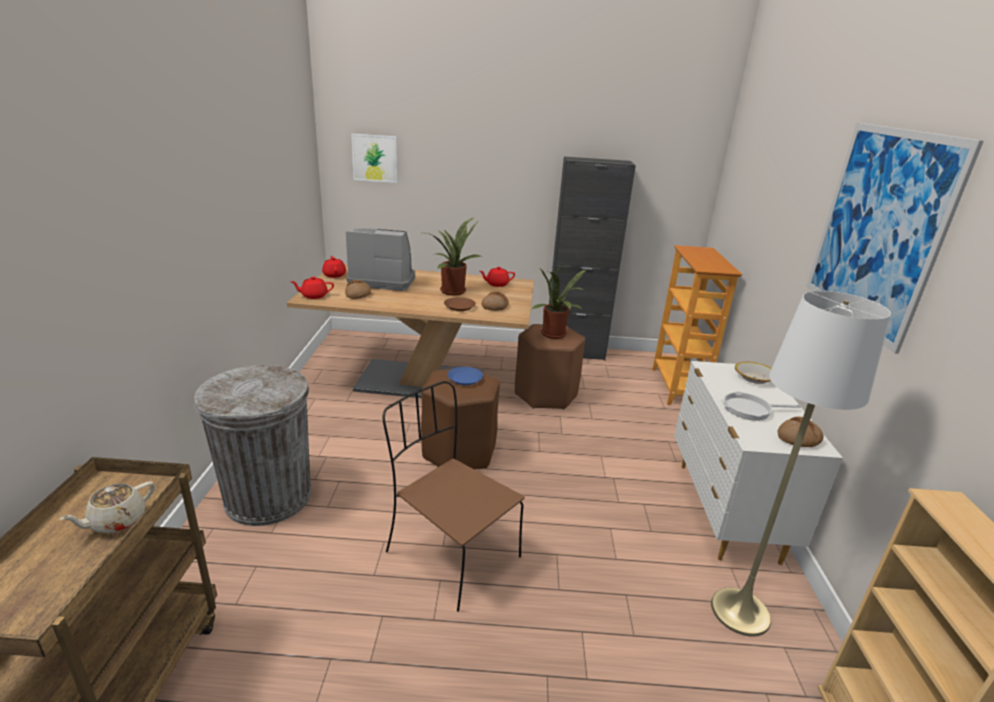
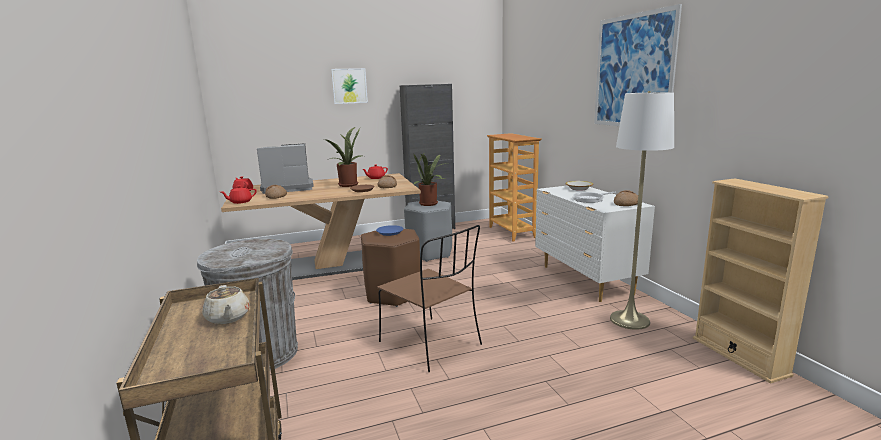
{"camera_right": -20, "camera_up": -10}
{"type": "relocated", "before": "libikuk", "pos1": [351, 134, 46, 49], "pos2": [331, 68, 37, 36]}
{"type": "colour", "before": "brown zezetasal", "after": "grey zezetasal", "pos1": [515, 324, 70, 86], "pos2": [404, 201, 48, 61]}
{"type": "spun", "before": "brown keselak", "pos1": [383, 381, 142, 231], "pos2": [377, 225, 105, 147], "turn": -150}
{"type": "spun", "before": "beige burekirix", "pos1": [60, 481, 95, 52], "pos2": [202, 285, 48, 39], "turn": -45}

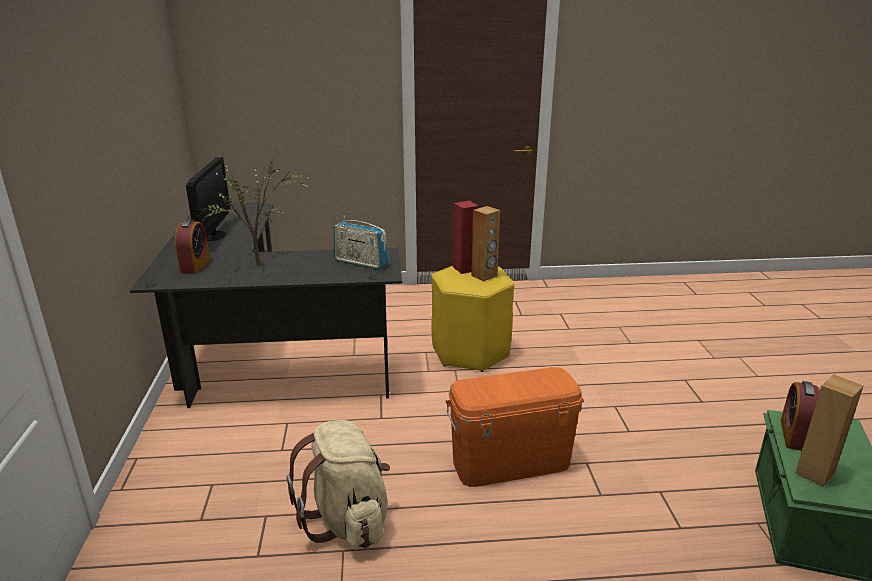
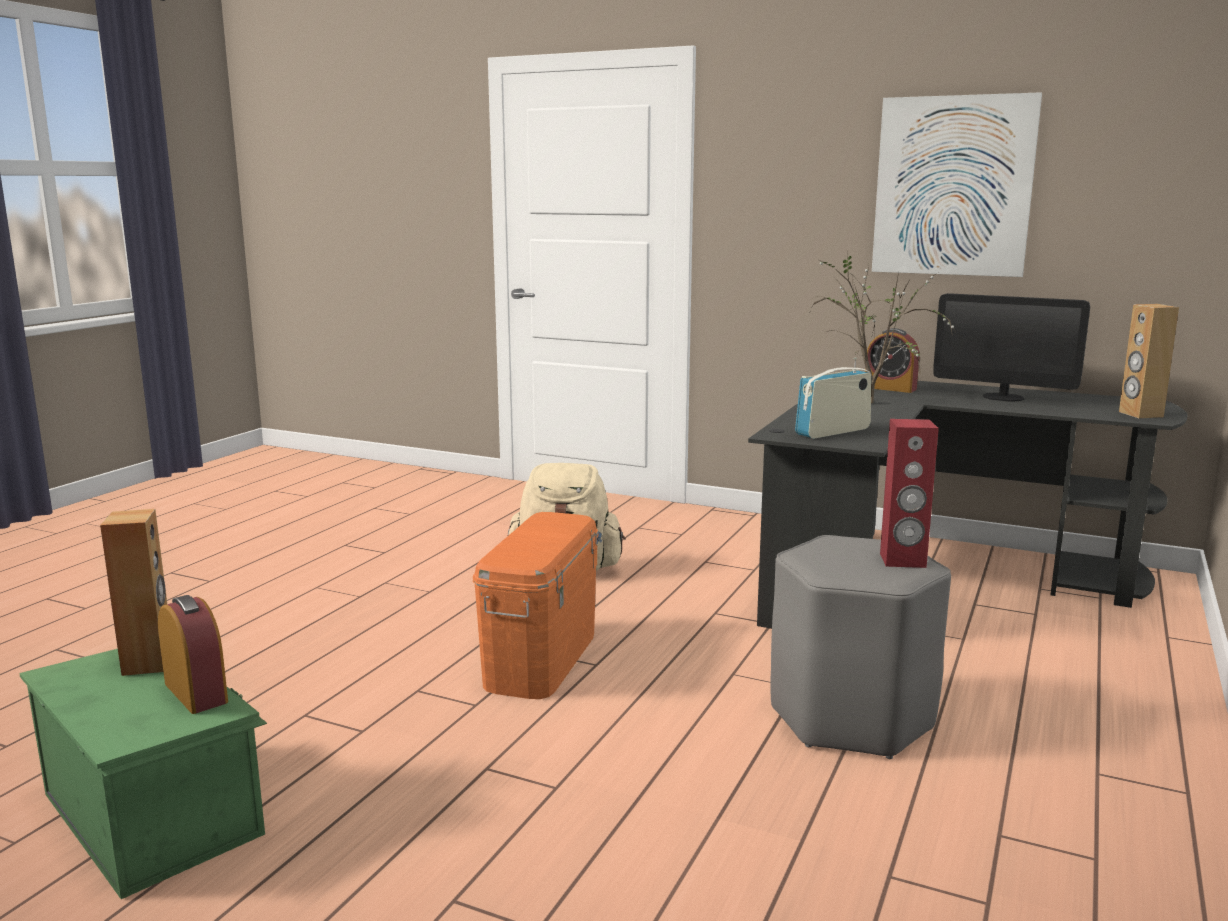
{"camera_right": 120, "camera_up": -10}
{"type": "relocated", "before": "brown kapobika", "pos1": [471, 206, 29, 75], "pos2": [1119, 304, 60, 114]}
{"type": "colour", "before": "yellow zezetasal", "after": "grey zezetasal", "pos1": [431, 266, 83, 106], "pos2": [770, 535, 181, 224]}
{"type": "appeared", "after": "libikuk", "pos2": [872, 92, 170, 185]}

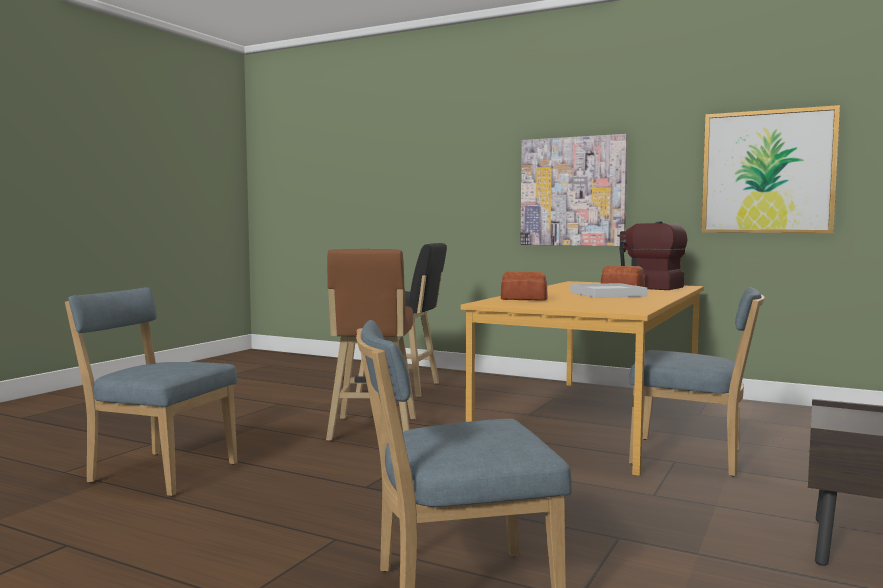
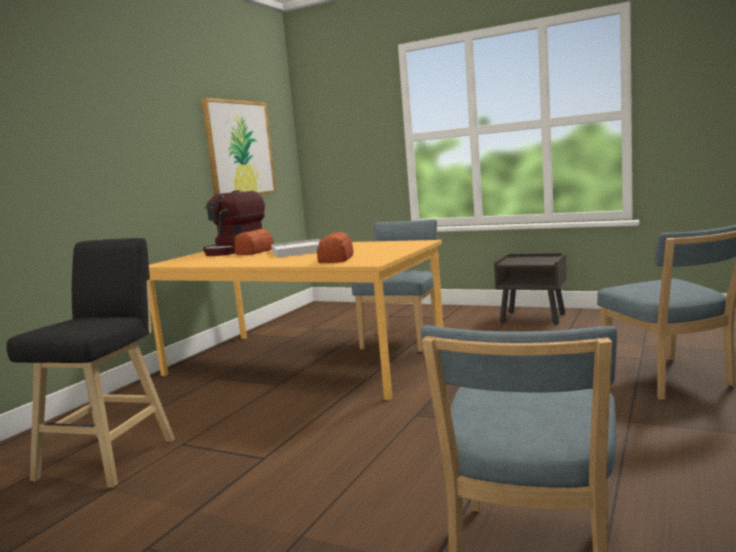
{"camera_right": -90, "camera_up": 5}
{"type": "missing", "before": "libikuk", "pos1": [520, 134, 108, 112]}
{"type": "missing", "before": "brown zezetasal", "pos1": [326, 249, 90, 192]}

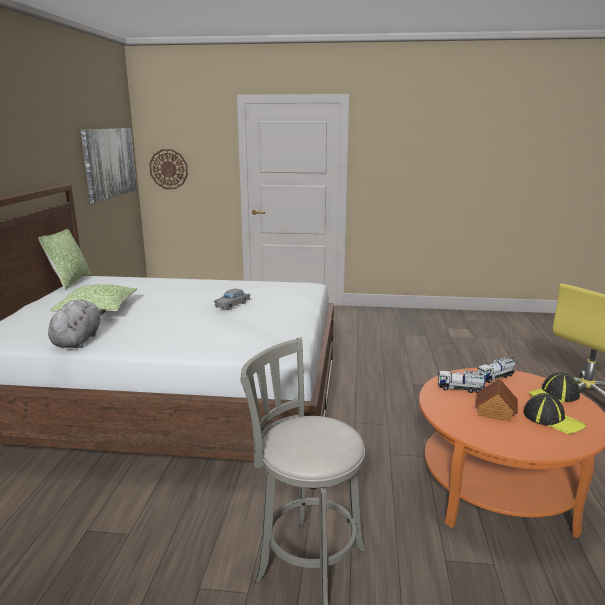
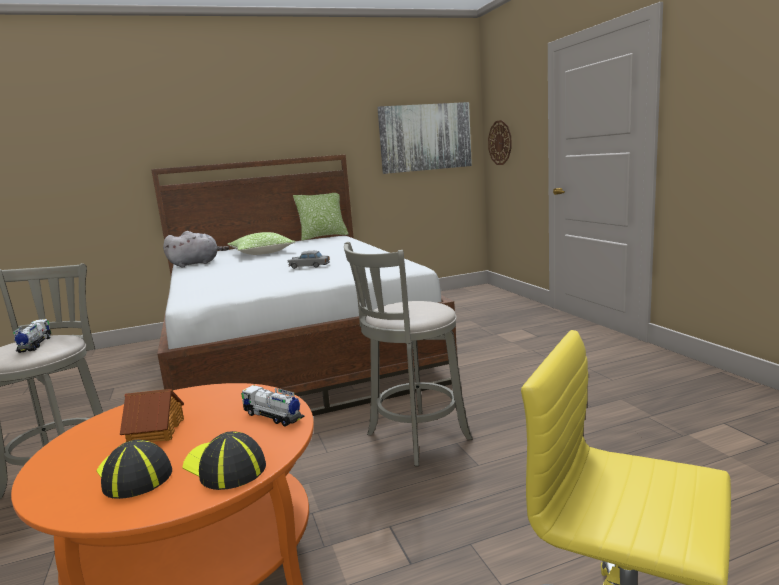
{"camera_right": 65, "camera_up": -5}
{"type": "relocated", "before": "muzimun", "pos1": [438, 371, 48, 22], "pos2": [13, 319, 38, 34]}
{"type": "spun", "before": "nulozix", "pos1": [523, 393, 63, 41], "pos2": [97, 440, 75, 59], "turn": 120}
{"type": "appeared", "after": "grey zezetasal", "pos2": [344, 242, 129, 224]}

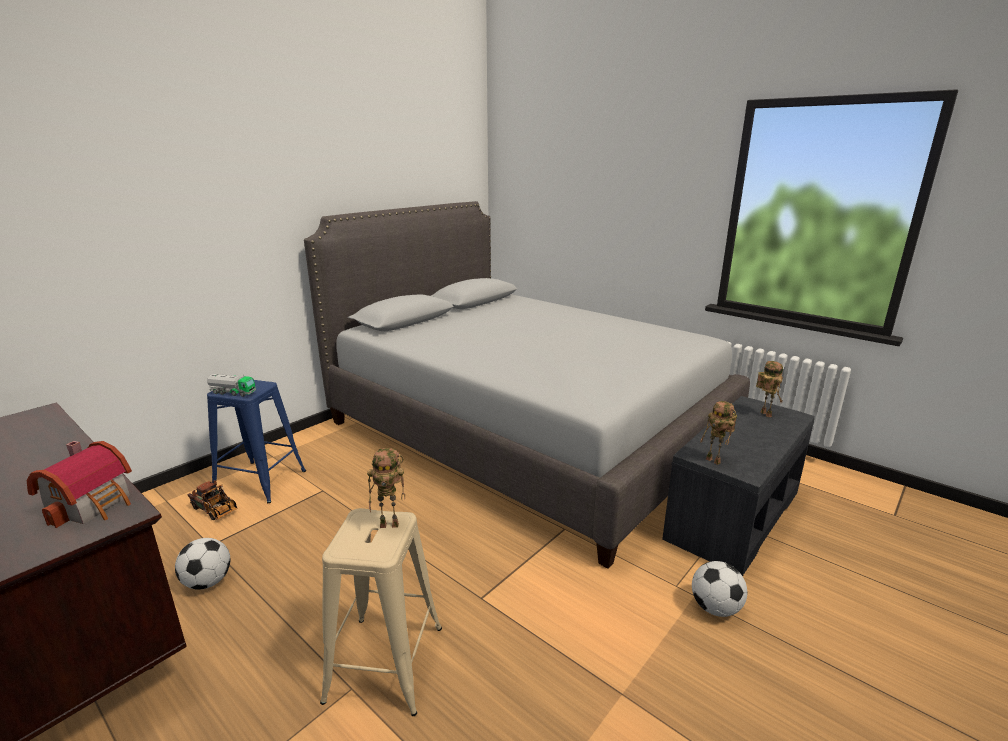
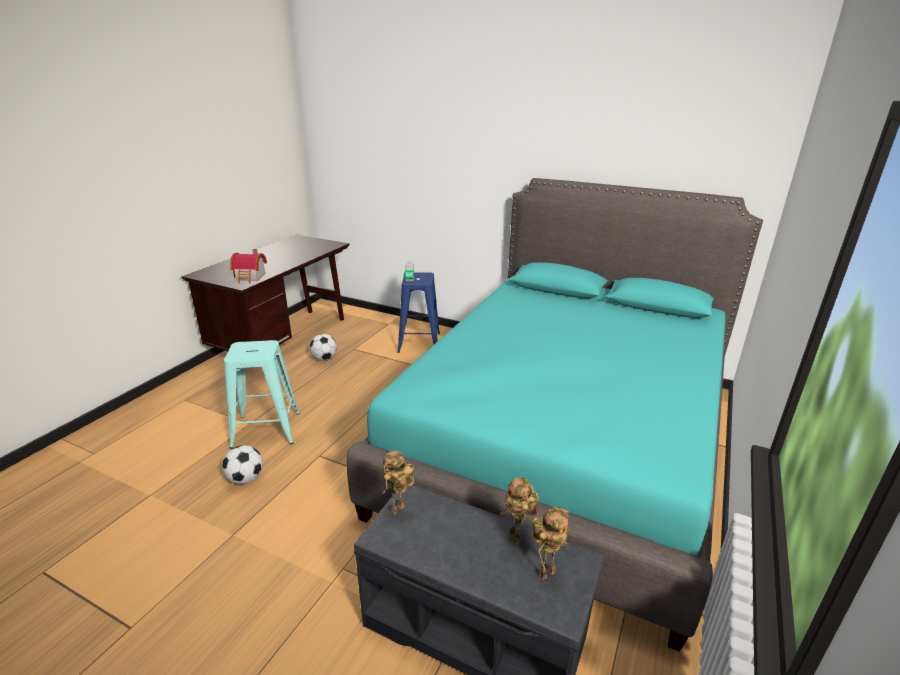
{"camera_right": 75, "camera_up": 5}
{"type": "colour", "before": "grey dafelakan", "after": "turquoise dafelakan", "pos1": [304, 201, 446, 367], "pos2": [346, 178, 417, 474]}
{"type": "relocated", "before": "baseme", "pos1": [367, 448, 38, 80], "pos2": [500, 477, 39, 68]}
{"type": "missing", "before": "muzimun", "pos1": [188, 480, 49, 40]}
{"type": "colour", "before": "beige zezetasal", "after": "turquoise zezetasal", "pos1": [320, 508, 122, 208], "pos2": [224, 340, 76, 109]}
{"type": "relocated", "before": "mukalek", "pos1": [692, 561, 56, 56], "pos2": [222, 445, 41, 39]}

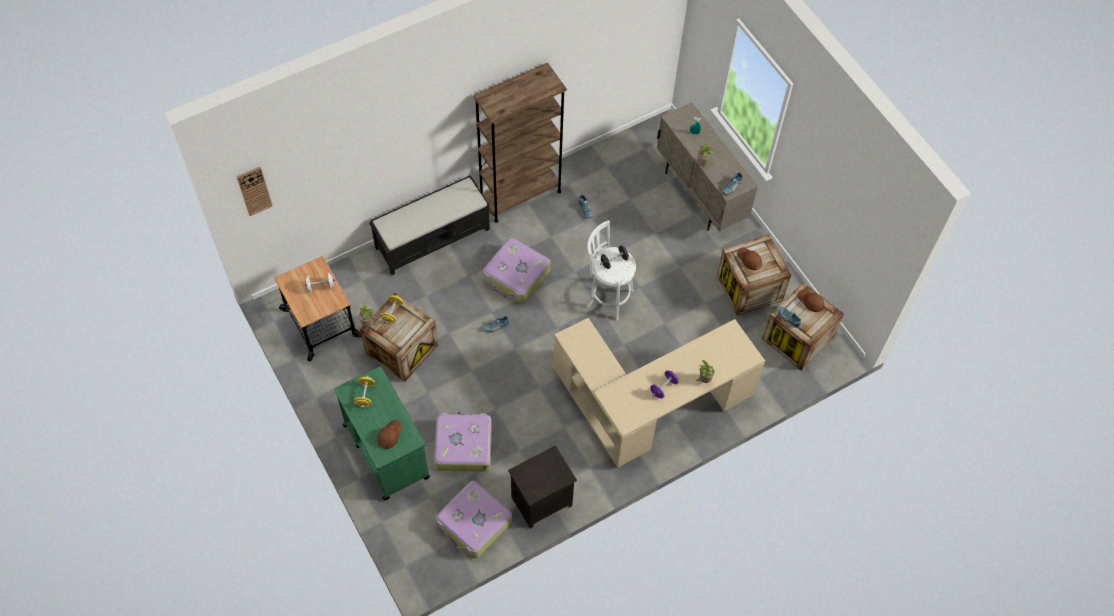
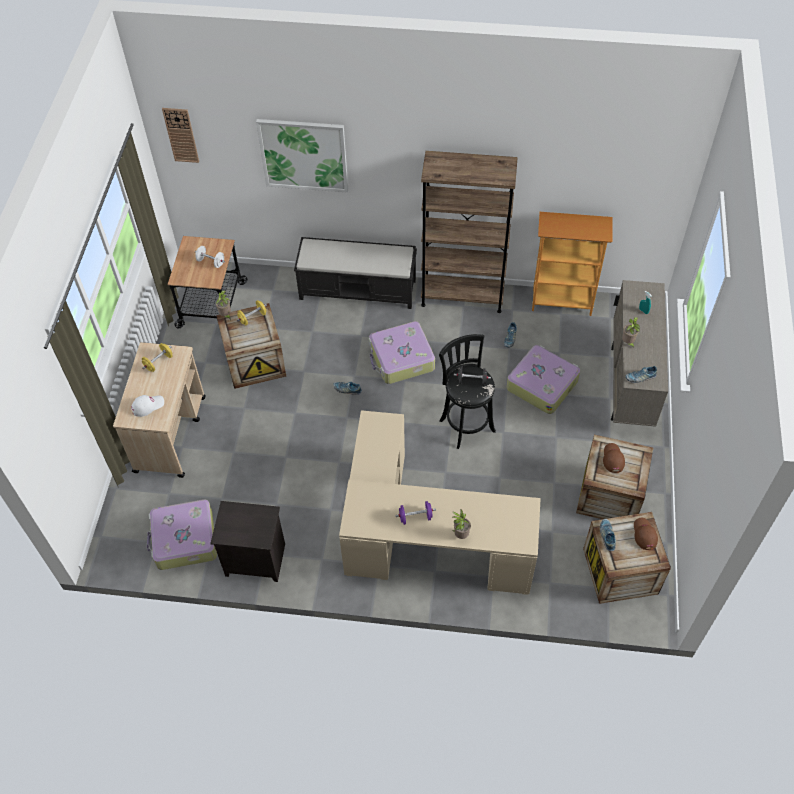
{"camera_right": 40, "camera_up": -5}
{"type": "colour", "before": "white zezetasal", "after": "black zezetasal", "pos1": [586, 220, 50, 101], "pos2": [439, 334, 57, 115]}
{"type": "colour", "before": "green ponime", "after": "beige ponime", "pos1": [334, 366, 96, 135], "pos2": [113, 342, 93, 136]}
{"type": "relocated", "before": "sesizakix", "pos1": [434, 412, 58, 59], "pos2": [506, 345, 74, 69]}
{"type": "colour", "before": "brown nulozix", "after": "white nulozix", "pos1": [378, 420, 24, 29], "pos2": [131, 395, 33, 22]}
{"type": "appeared", "after": "libikuk", "pos2": [256, 119, 92, 74]}
{"type": "appeared", "after": "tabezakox", "pos2": [532, 212, 81, 104]}

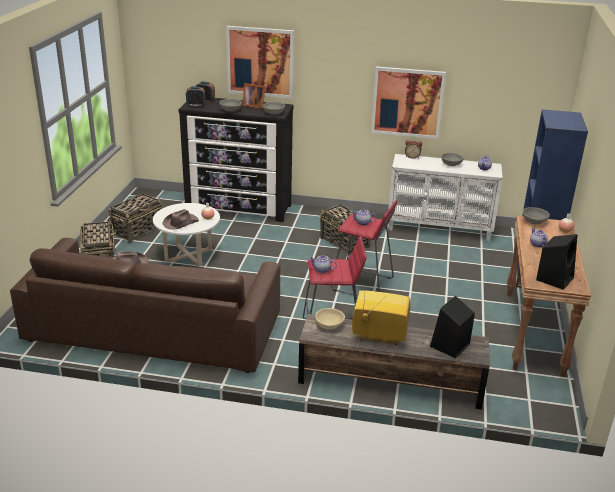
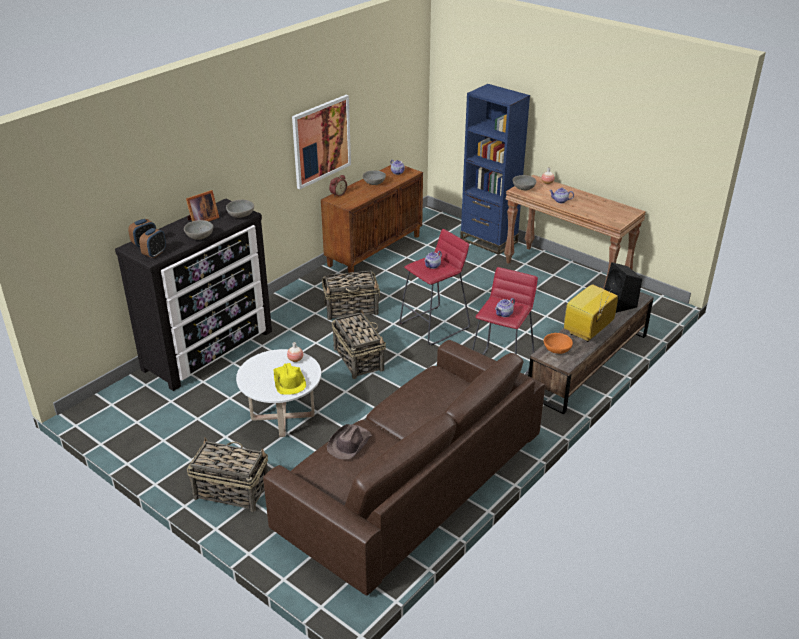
{"camera_right": -60, "camera_up": 5}
{"type": "missing", "before": "libikuk", "pos1": [226, 26, 68, 72]}
{"type": "colour", "before": "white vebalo", "after": "brown vebalo", "pos1": [388, 154, 115, 87], "pos2": [321, 165, 102, 108]}
{"type": "relocated", "before": "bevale", "pos1": [108, 193, 54, 50], "pos2": [332, 309, 54, 70]}
{"type": "colour", "before": "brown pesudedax", "after": "yellow pesudedax", "pos1": [162, 209, 37, 21], "pos2": [273, 363, 33, 32]}
{"type": "missing", "before": "black kapobika", "pos1": [536, 234, 41, 56]}
{"type": "colour", "before": "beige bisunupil", "after": "orange bisunupil", "pos1": [315, 308, 30, 22], "pos2": [543, 333, 30, 21]}

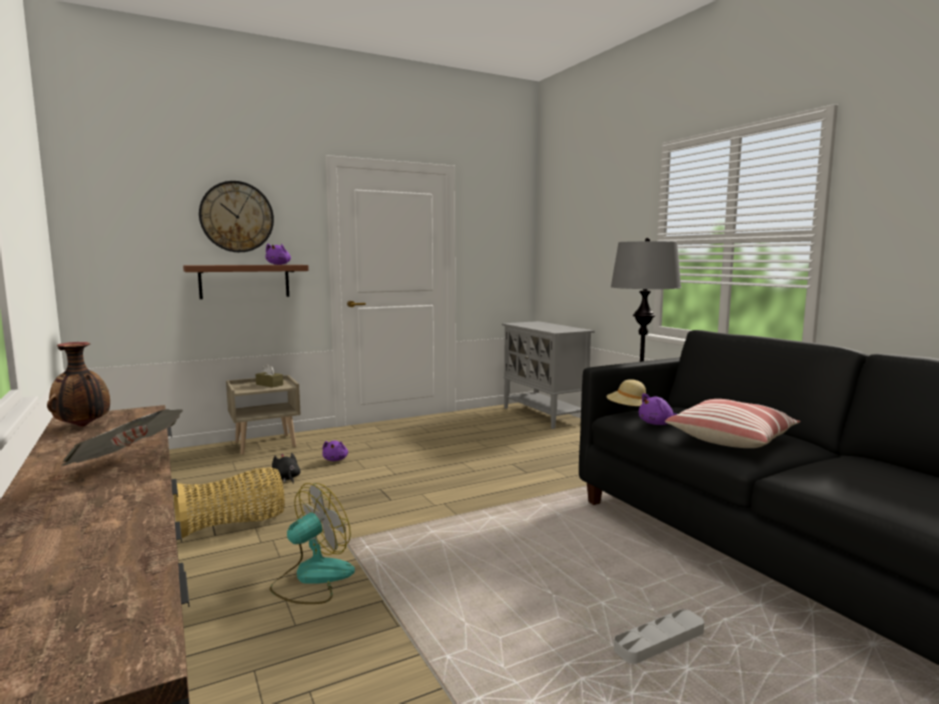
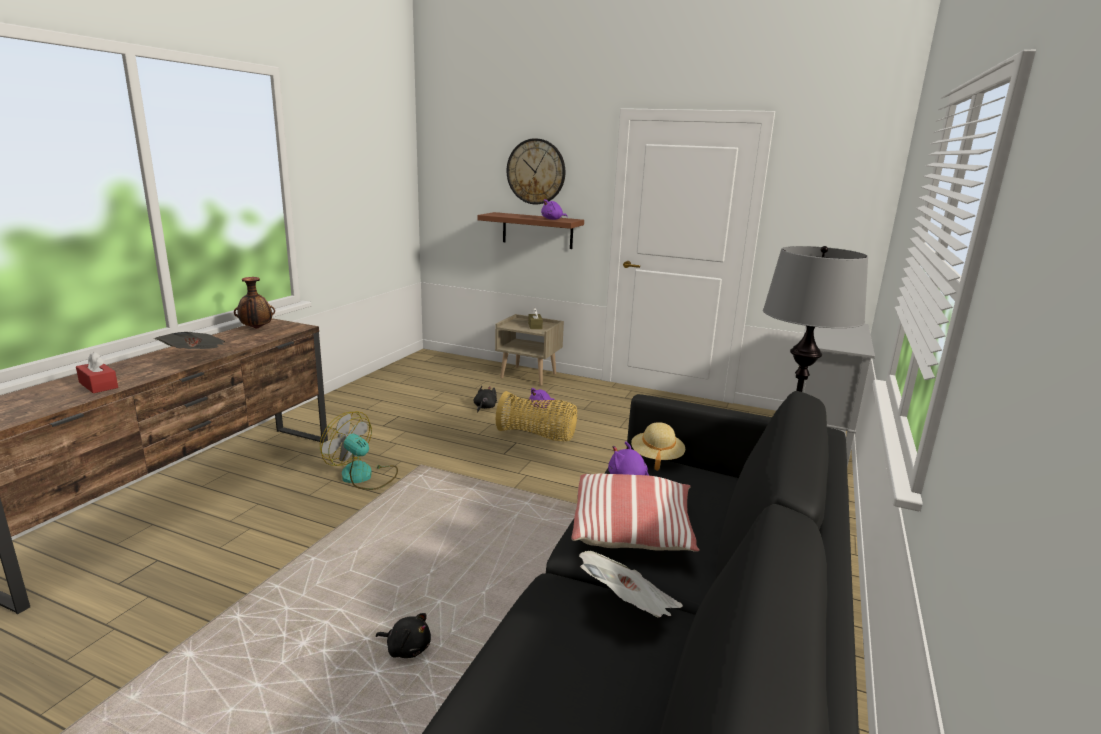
{"camera_right": 50, "camera_up": 10}
{"type": "relocated", "before": "bevale", "pos1": [174, 467, 111, 73], "pos2": [496, 391, 81, 50]}
{"type": "spun", "before": "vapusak", "pos1": [270, 483, 85, 121], "pos2": [320, 411, 78, 79], "turn": -150}
{"type": "exchanged", "before": "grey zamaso", "after": "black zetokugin", "pos1": [614, 609, 90, 55], "pos2": [376, 613, 55, 45]}
{"type": "appeared", "after": "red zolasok", "pos2": [76, 352, 42, 41]}
{"type": "appeared", "after": "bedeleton", "pos2": [579, 551, 104, 67]}

